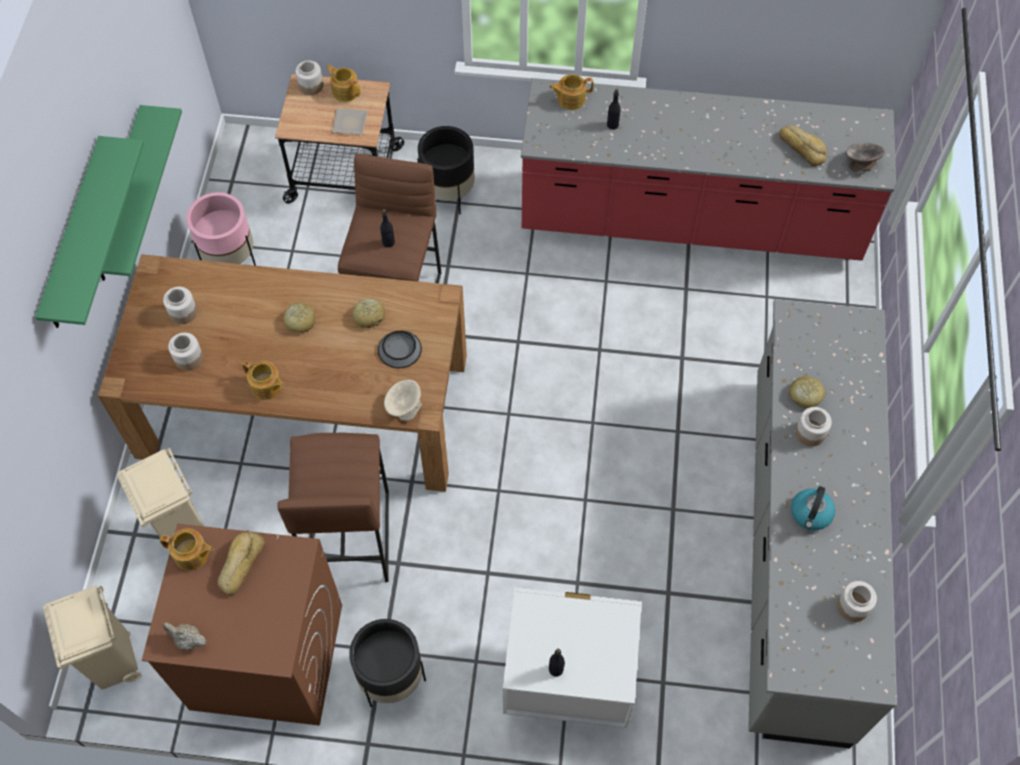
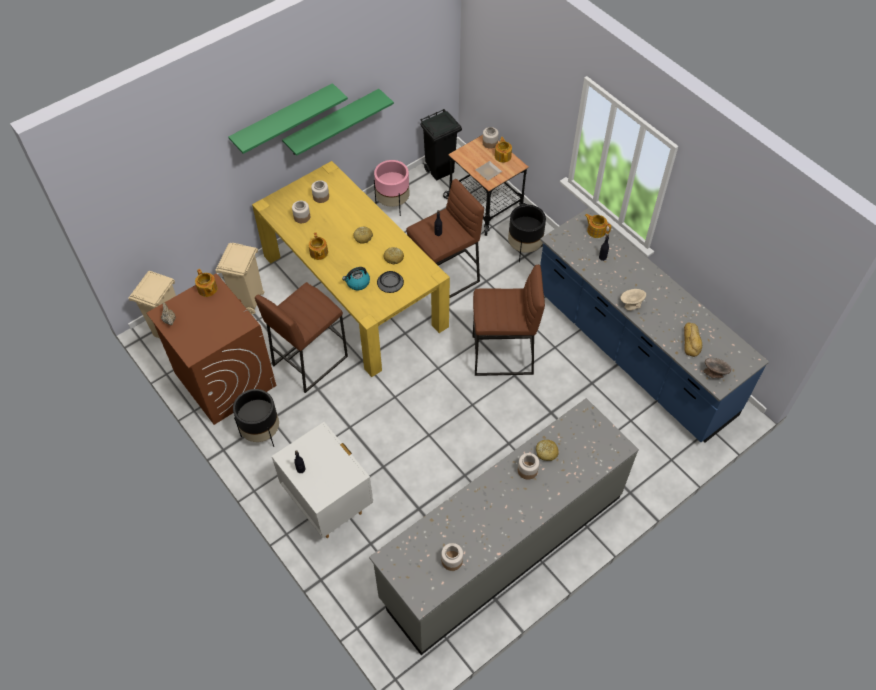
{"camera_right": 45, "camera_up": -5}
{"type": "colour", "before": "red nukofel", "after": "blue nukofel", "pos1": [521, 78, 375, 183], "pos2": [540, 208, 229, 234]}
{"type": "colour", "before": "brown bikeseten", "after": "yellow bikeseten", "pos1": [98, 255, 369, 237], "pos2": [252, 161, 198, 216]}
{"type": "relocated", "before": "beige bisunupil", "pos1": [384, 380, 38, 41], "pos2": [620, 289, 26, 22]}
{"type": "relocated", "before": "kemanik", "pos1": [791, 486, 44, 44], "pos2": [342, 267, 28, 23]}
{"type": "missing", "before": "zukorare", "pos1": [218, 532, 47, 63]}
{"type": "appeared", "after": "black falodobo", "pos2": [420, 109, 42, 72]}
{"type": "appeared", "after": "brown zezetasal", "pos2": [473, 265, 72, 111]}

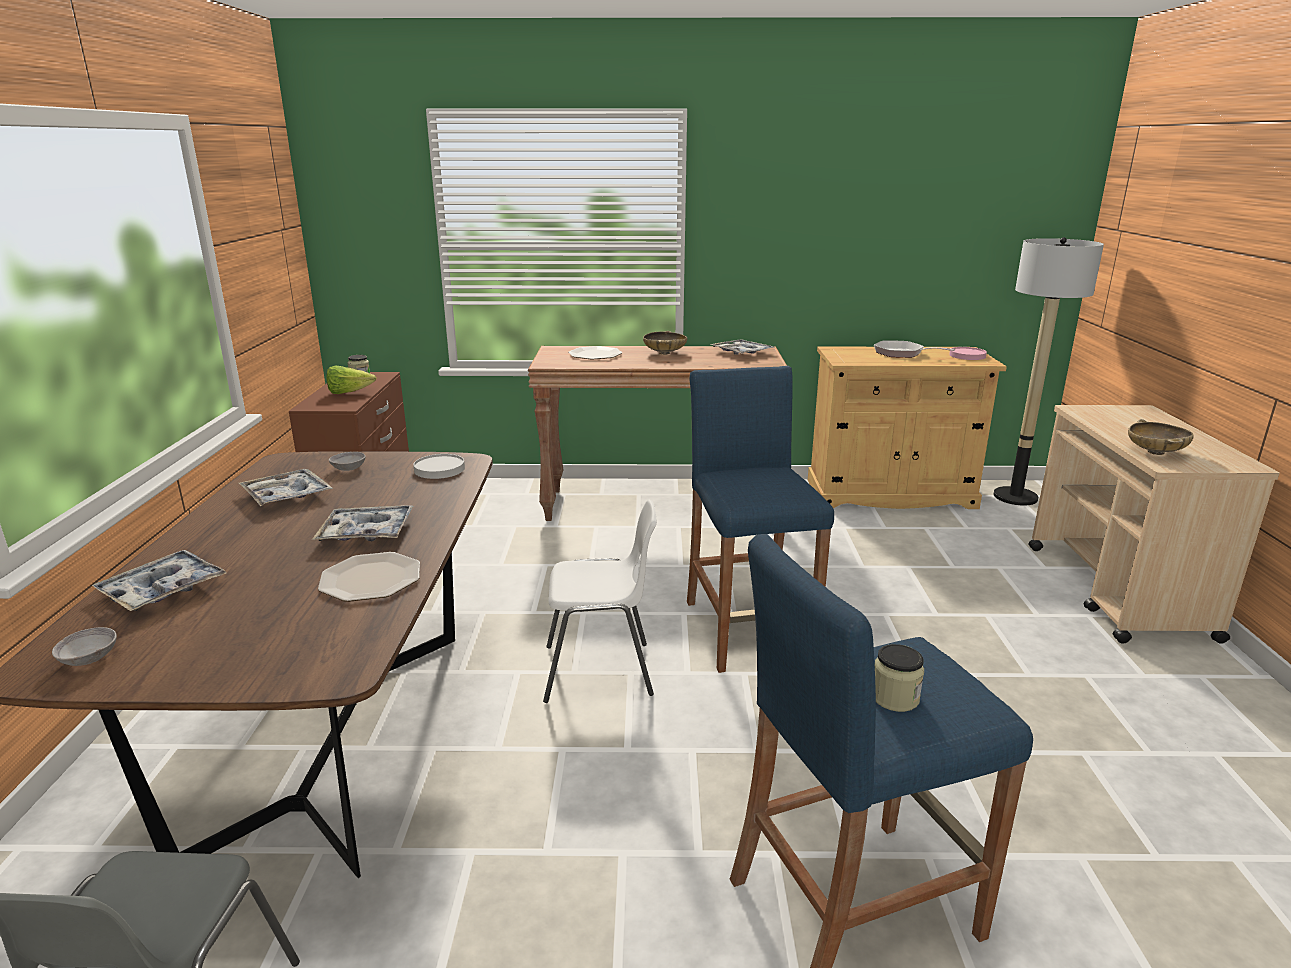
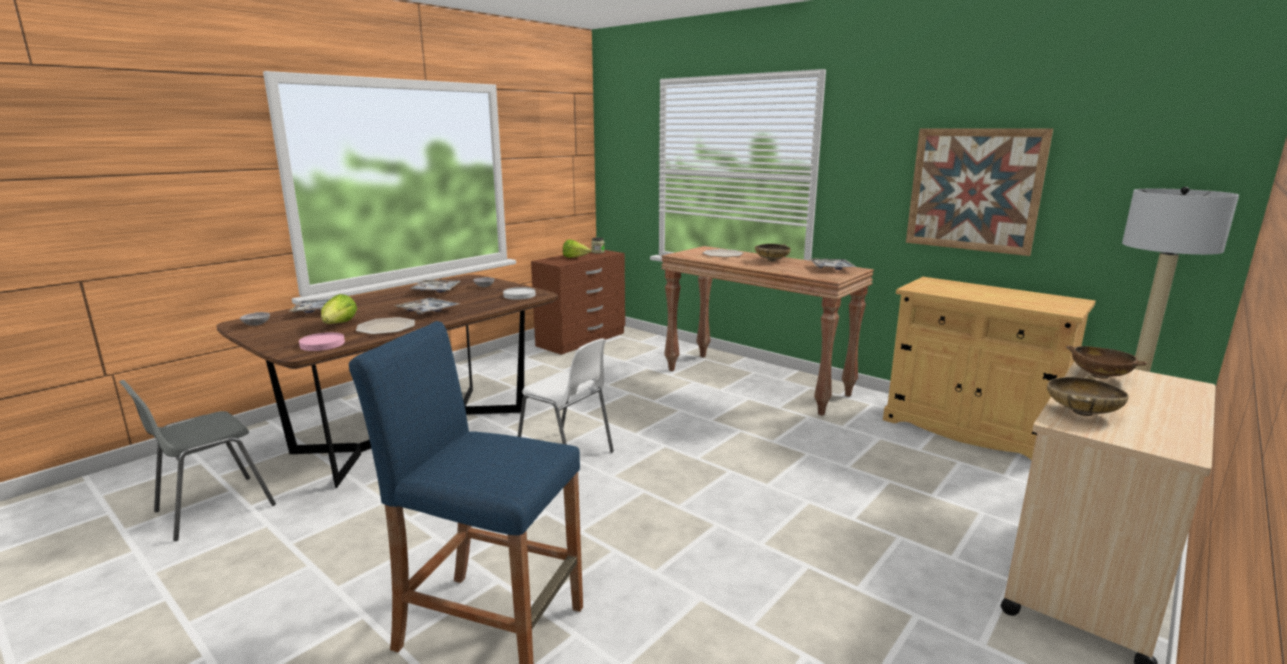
{"camera_right": 40, "camera_up": -5}
{"type": "missing", "before": "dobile", "pos1": [874, 340, 81, 18]}
{"type": "relocated", "before": "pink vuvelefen", "pos1": [949, 347, 38, 13], "pos2": [299, 332, 46, 19]}
{"type": "missing", "before": "blue zezetasal", "pos1": [687, 366, 147, 307]}
{"type": "missing", "before": "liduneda", "pos1": [875, 644, 49, 68]}
{"type": "appeared", "after": "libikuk", "pos2": [906, 128, 147, 128]}
{"type": "appeared", "after": "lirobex", "pos2": [321, 294, 36, 30]}
{"type": "appeared", "after": "brown bisunupil", "pos2": [1066, 345, 81, 34]}

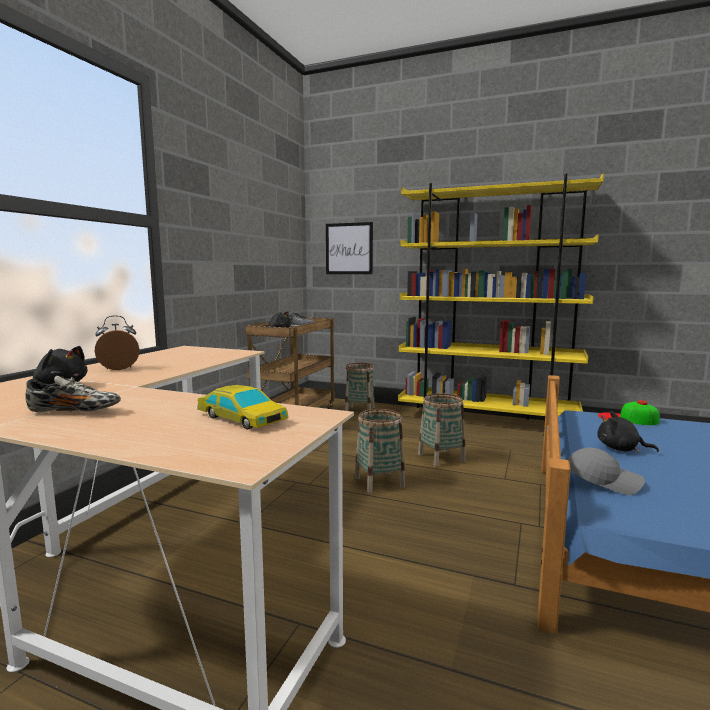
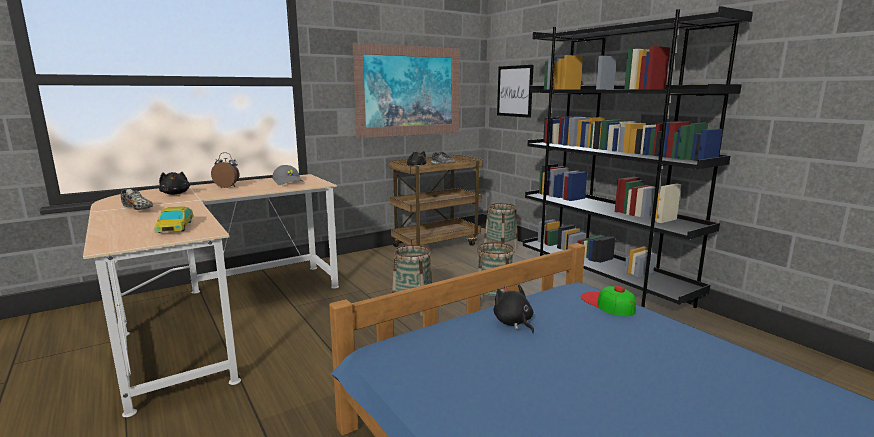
{"camera_right": 35, "camera_up": 5}
{"type": "colour", "before": "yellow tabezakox", "after": "black tabezakox", "pos1": [398, 173, 206, 247], "pos2": [523, 6, 230, 302]}
{"type": "relocated", "before": "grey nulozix", "pos1": [567, 448, 78, 47], "pos2": [272, 165, 32, 20]}
{"type": "appeared", "after": "libikuk", "pos2": [352, 43, 108, 95]}

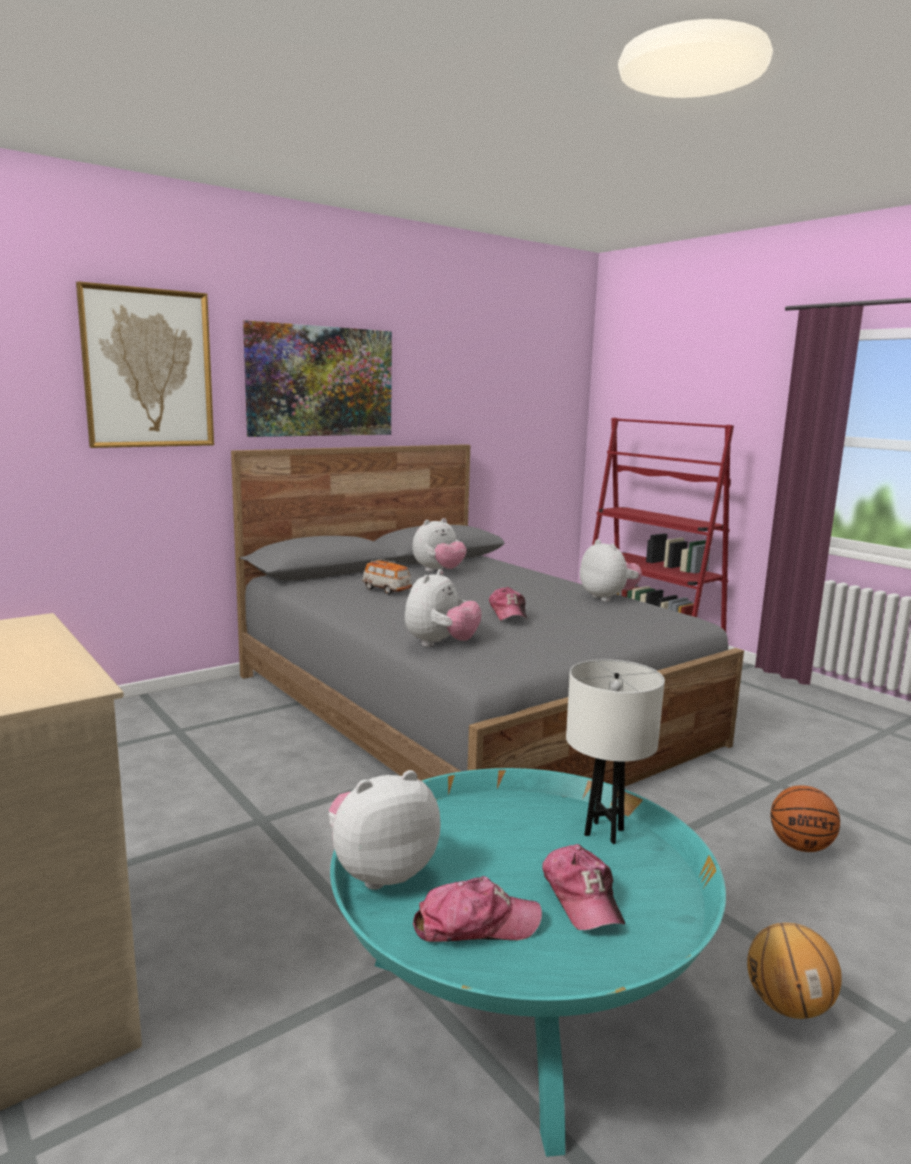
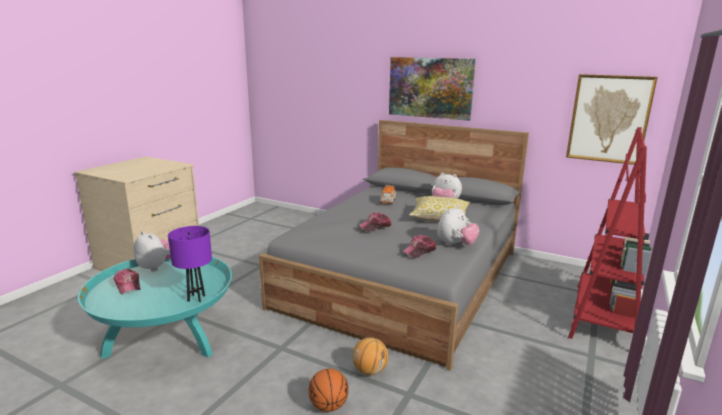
{"camera_right": 65, "camera_up": 5}
{"type": "relocated", "before": "libikuk", "pos1": [76, 281, 138, 167], "pos2": [566, 74, 92, 91]}
{"type": "missing", "before": "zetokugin", "pos1": [405, 569, 77, 78]}
{"type": "colour", "before": "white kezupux", "after": "purple kezupux", "pos1": [566, 659, 99, 185], "pos2": [168, 226, 44, 76]}
{"type": "relocated", "before": "nulozix", "pos1": [542, 844, 83, 86], "pos2": [402, 235, 35, 23]}
{"type": "relocated", "before": "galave", "pos1": [747, 923, 95, 96], "pos2": [352, 337, 37, 38]}
{"type": "appeared", "after": "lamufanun", "pos2": [409, 196, 61, 26]}

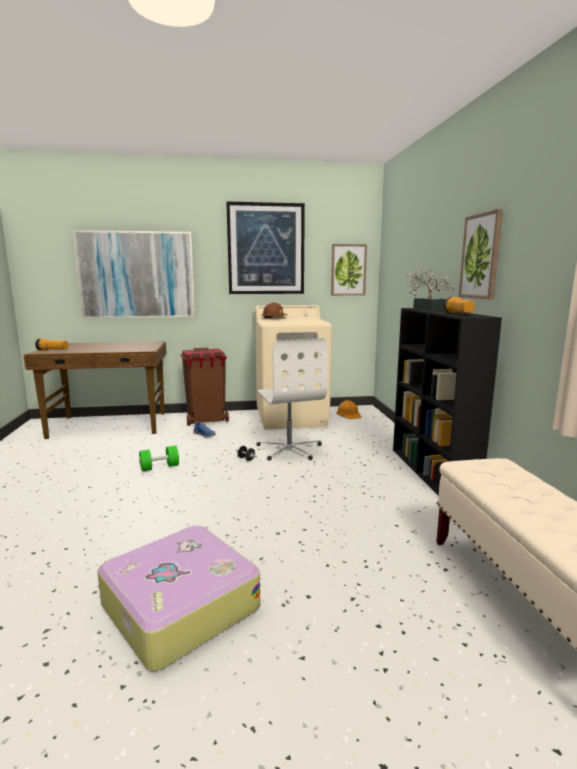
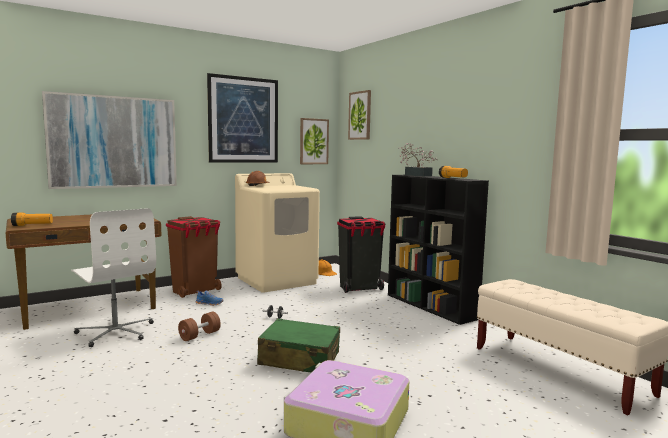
{"camera_right": -25, "camera_up": -5}
{"type": "relocated", "before": "libikuk", "pos1": [459, 209, 44, 90], "pos2": [348, 90, 23, 50]}
{"type": "relocated", "before": "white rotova", "pos1": [256, 338, 72, 123], "pos2": [71, 208, 85, 139]}
{"type": "colour", "before": "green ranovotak", "after": "brown ranovotak", "pos1": [139, 445, 40, 27], "pos2": [178, 312, 43, 29]}
{"type": "appeared", "after": "black falodobo", "pos2": [337, 216, 48, 77]}
{"type": "appeared", "after": "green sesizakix", "pos2": [257, 318, 83, 54]}

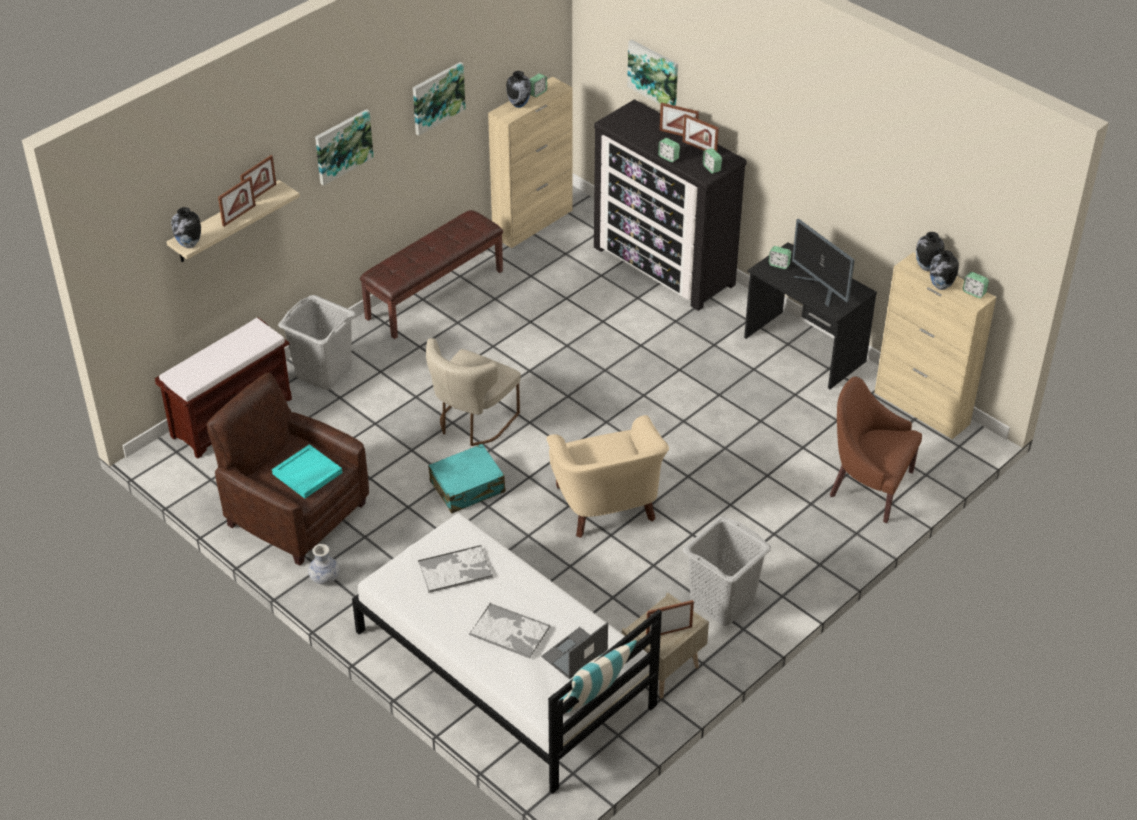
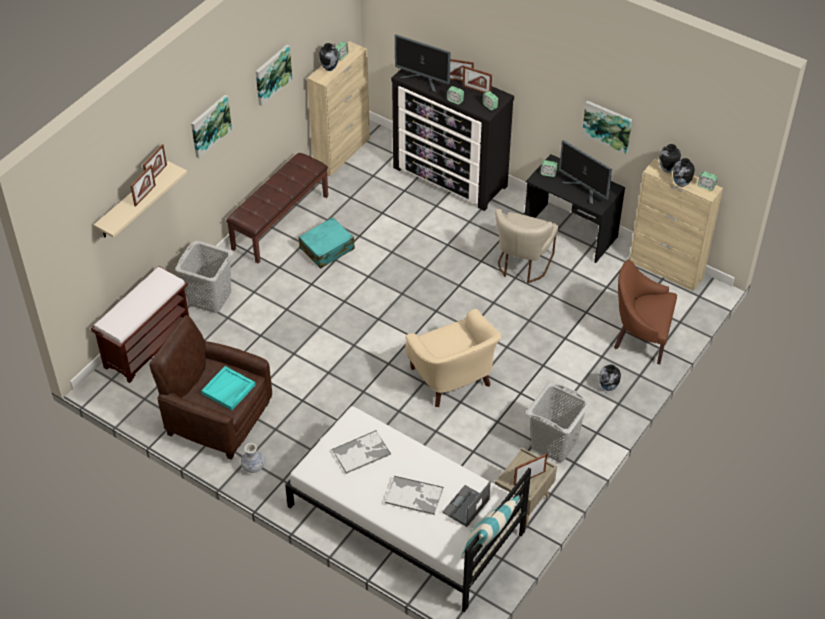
{"camera_right": -10, "camera_up": 5}
{"type": "relocated", "before": "libikuk", "pos1": [627, 40, 51, 66], "pos2": [582, 100, 50, 54]}
{"type": "relocated", "before": "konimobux", "pos1": [171, 207, 30, 41], "pos2": [599, 364, 22, 27]}
{"type": "relocated", "before": "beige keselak", "pos1": [426, 338, 95, 108], "pos2": [495, 209, 63, 74]}
{"type": "relocated", "before": "turquoise sesizakix", "pos1": [428, 444, 78, 69], "pos2": [299, 217, 56, 52]}
{"type": "appeared", "after": "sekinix", "pos2": [395, 34, 56, 58]}

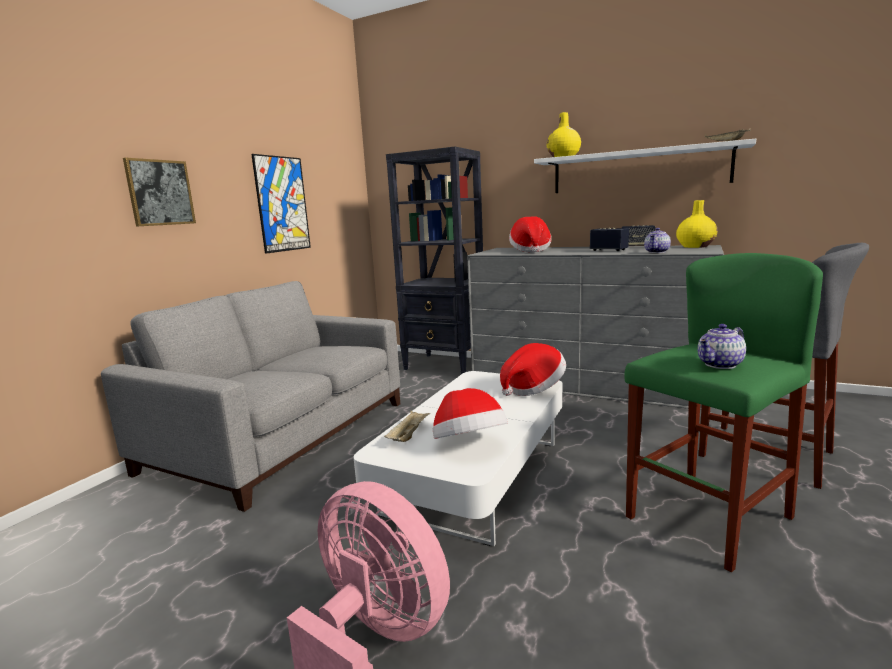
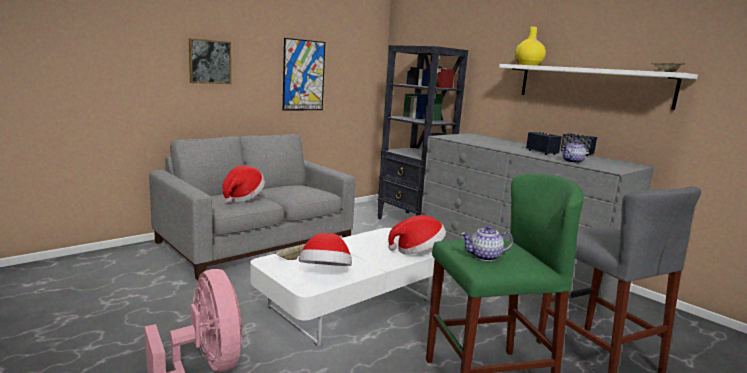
{"camera_right": 20, "camera_up": 0}
{"type": "missing", "before": "yellow konimobux", "pos1": [676, 200, 42, 48]}
{"type": "relocated", "before": "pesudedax", "pos1": [509, 216, 42, 36], "pos2": [222, 166, 43, 37]}

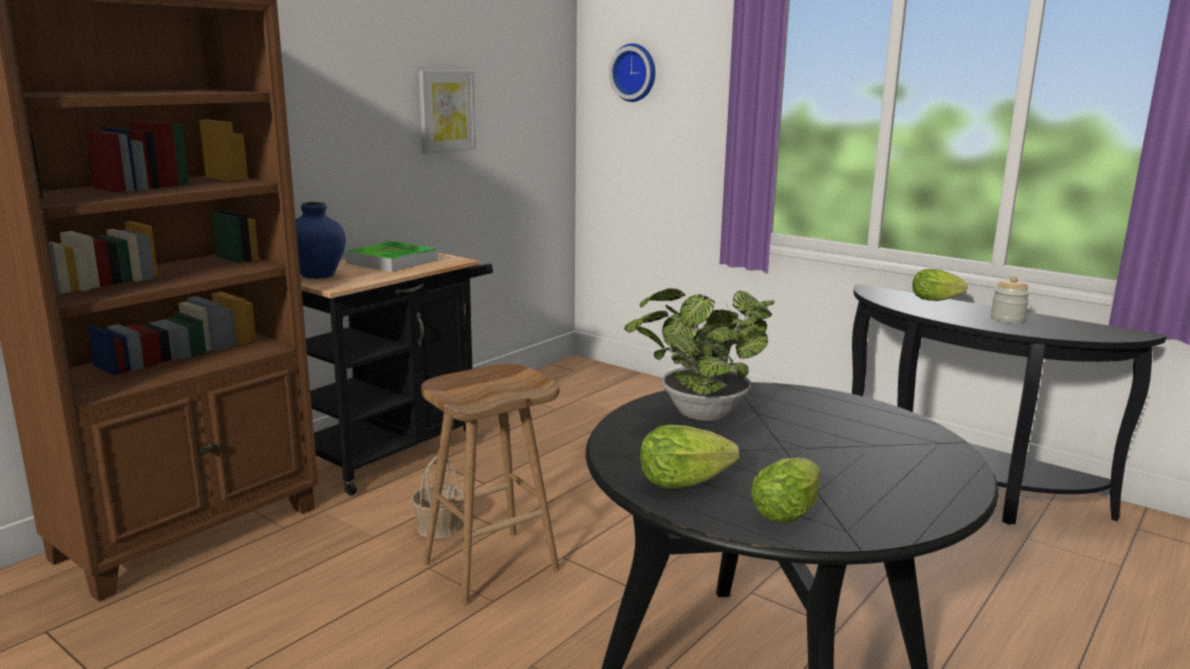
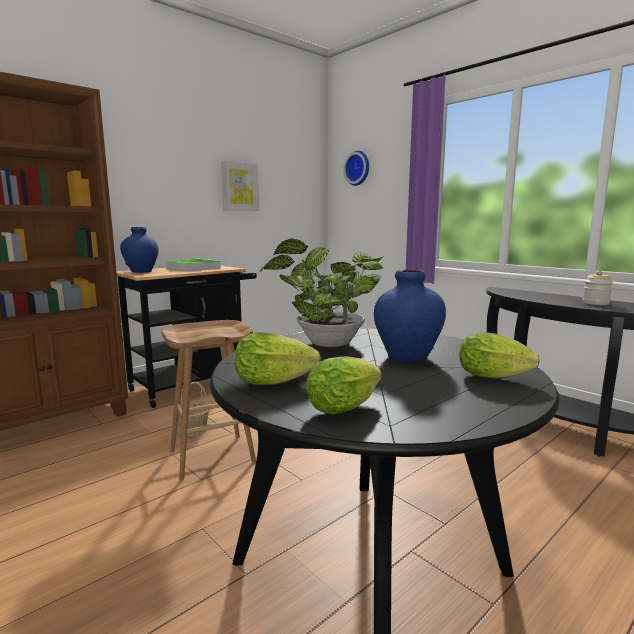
{"camera_right": 10, "camera_up": -5}
{"type": "relocated", "before": "lirobex", "pos1": [913, 269, 55, 32], "pos2": [460, 332, 80, 47]}
{"type": "appeared", "after": "blue konimobux", "pos2": [374, 269, 72, 93]}

